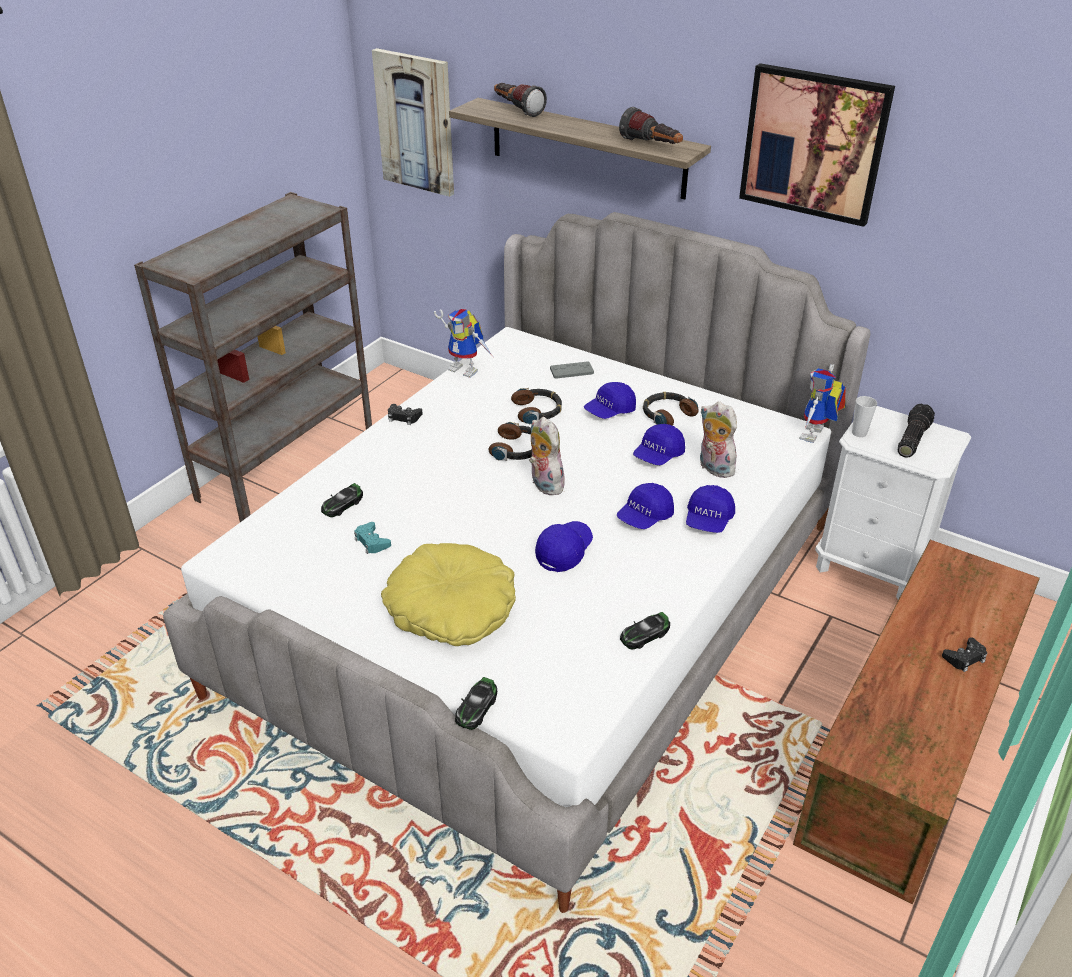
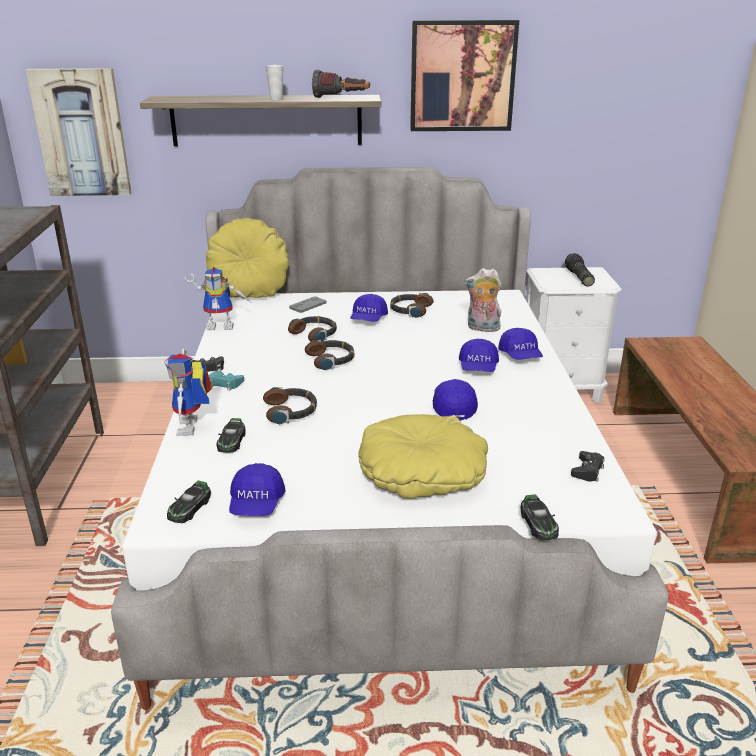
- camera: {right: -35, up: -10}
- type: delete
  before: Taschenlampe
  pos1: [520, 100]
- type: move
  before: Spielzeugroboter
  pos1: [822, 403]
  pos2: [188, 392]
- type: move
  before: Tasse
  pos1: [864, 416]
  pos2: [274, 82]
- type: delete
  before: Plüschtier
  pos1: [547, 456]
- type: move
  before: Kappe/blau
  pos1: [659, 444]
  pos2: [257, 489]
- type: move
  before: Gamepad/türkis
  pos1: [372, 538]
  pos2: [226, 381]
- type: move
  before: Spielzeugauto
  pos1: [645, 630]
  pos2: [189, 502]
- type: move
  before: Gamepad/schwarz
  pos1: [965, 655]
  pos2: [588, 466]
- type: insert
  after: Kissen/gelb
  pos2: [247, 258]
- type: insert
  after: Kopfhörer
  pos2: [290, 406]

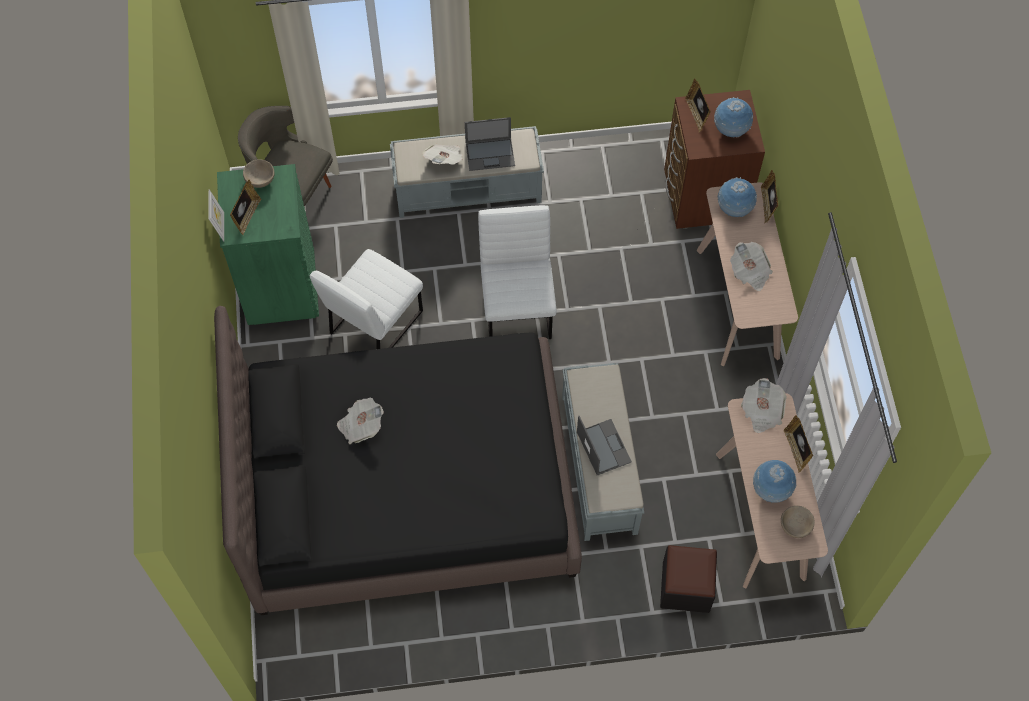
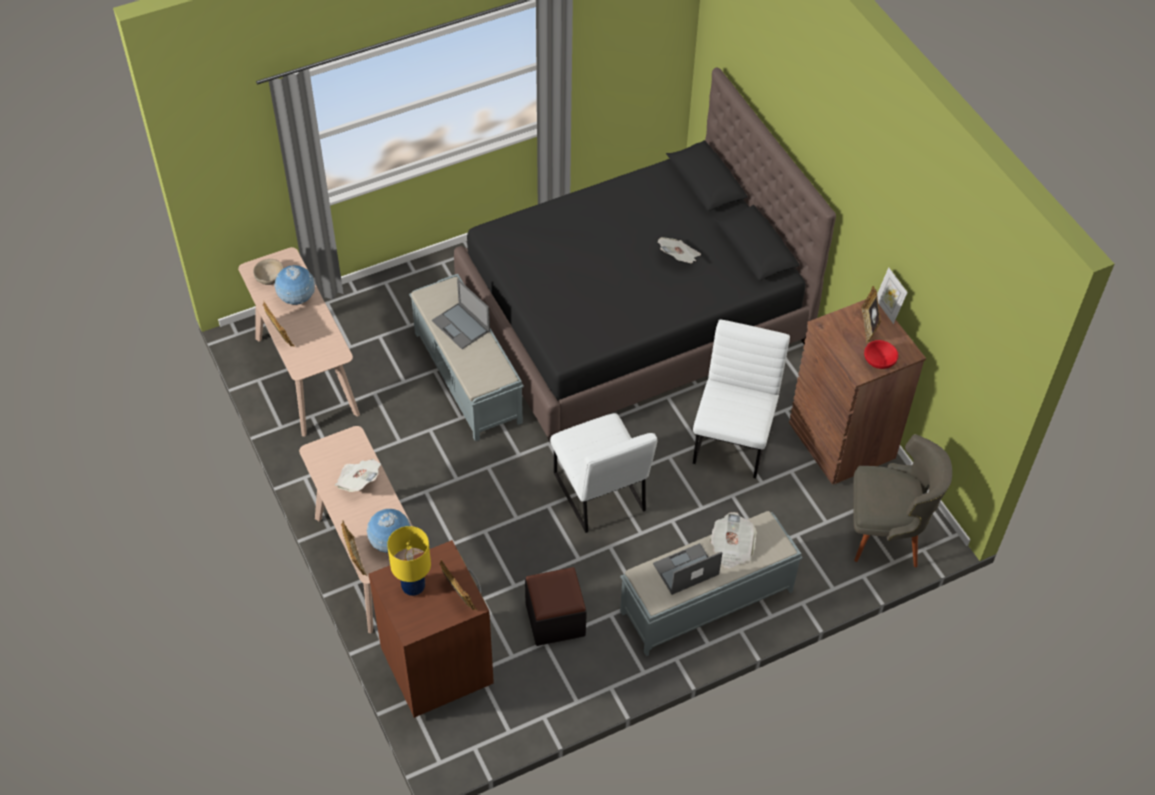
- camera: {right: 160, up: -10}
- type: replace
  before: Globus
  after: Tischlampe/gelb
  pos1: [733, 117]
  pos2: [409, 561]
- type: recolor
  before: Schüssel/beige
  after: Schüssel/rot
  pos1: [259, 174]
  pos2: [881, 354]
- type: recolor
  before: Kommode/grün
  after: Kommode/braun
  pos1: [268, 244]
  pos2: [857, 392]
- type: delete
  before: Zeitung
  pos1: [764, 405]
- type: move
  before: Polsterhocker/schwarz
  pos1: [688, 579]
  pos2: [556, 606]

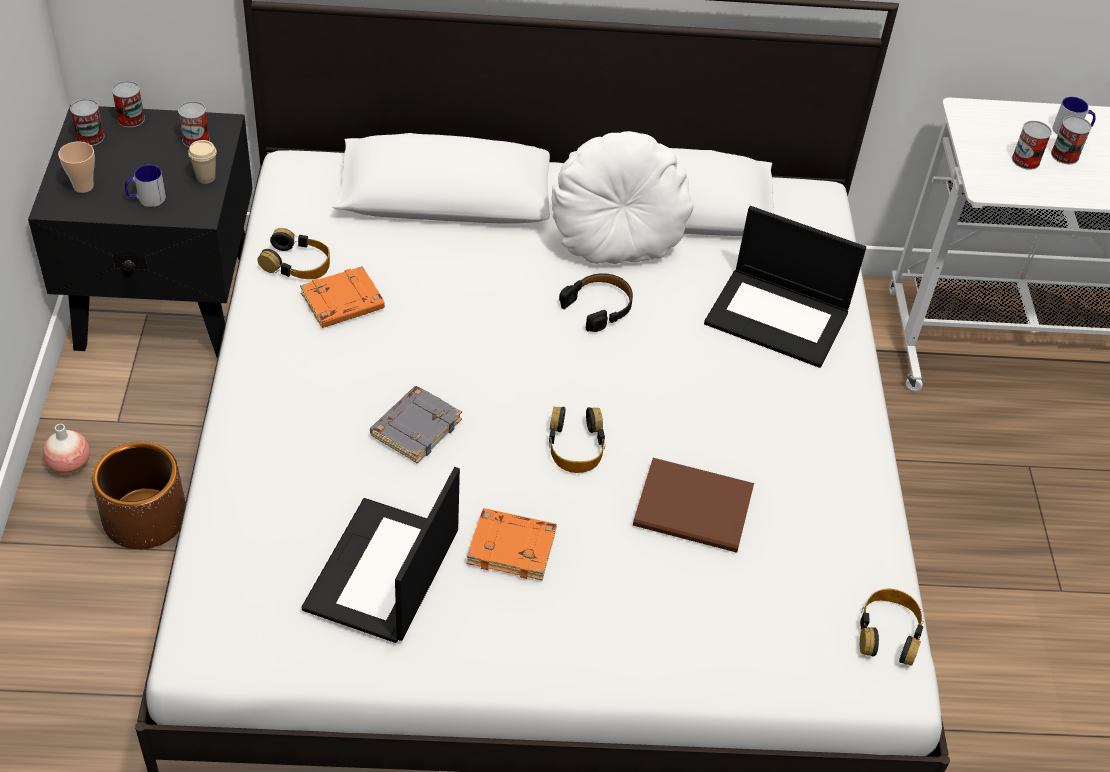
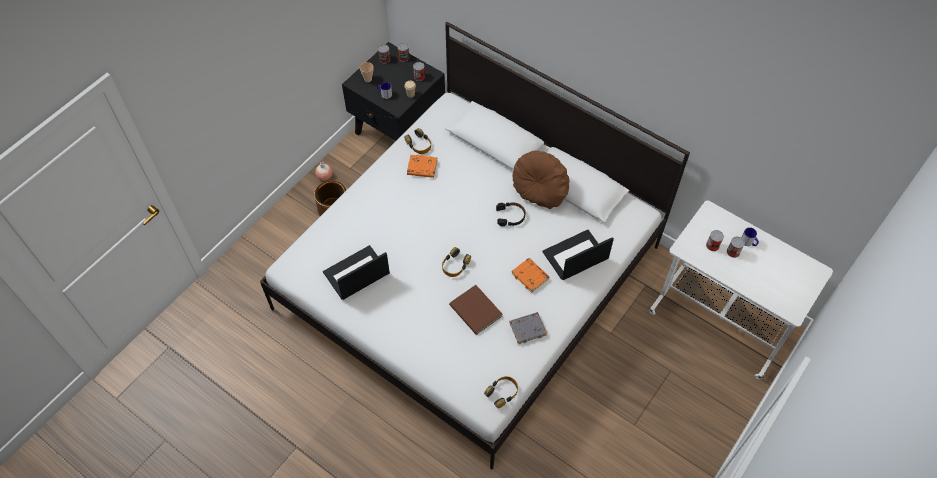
- camera: {right: 40, up: 10}
- type: recolor
  before: Kissen/weiß
  after: Kissen/braun
  pos1: [623, 197]
  pos2: [541, 180]
- type: rotate
  before: Laptop
  pos1: [785, 287]
  pos2: [578, 255]
  turn: 90
- type: move
  before: Buch/grau
  pos1: [416, 425]
  pos2: [528, 328]
- type: move
  before: Buch/orange
  pos1: [512, 544]
  pos2: [530, 275]

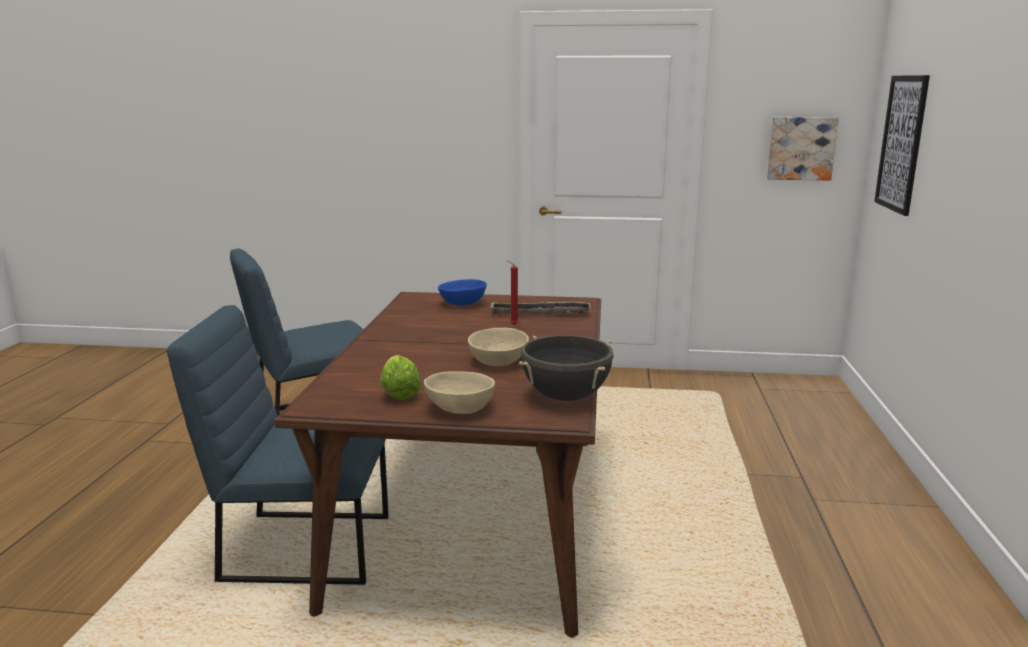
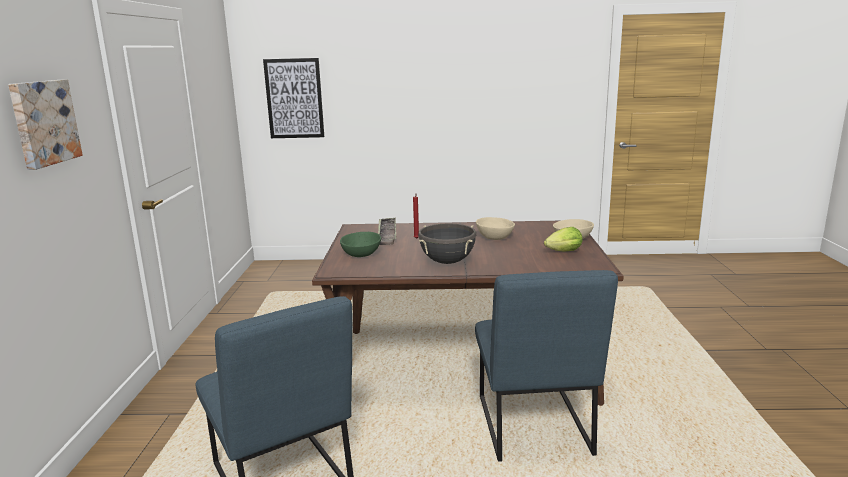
- camera: {right: -95, up: 0}
- type: move
  before: Bild
  pos1: [803, 149]
  pos2: [45, 124]
- type: recolor
  before: Schüssel/blau
  after: Schüssel/grün
  pos1: [462, 292]
  pos2: [360, 244]
- type: move
  before: Kochtopf/schwarz
  pos1: [566, 368]
  pos2: [447, 243]

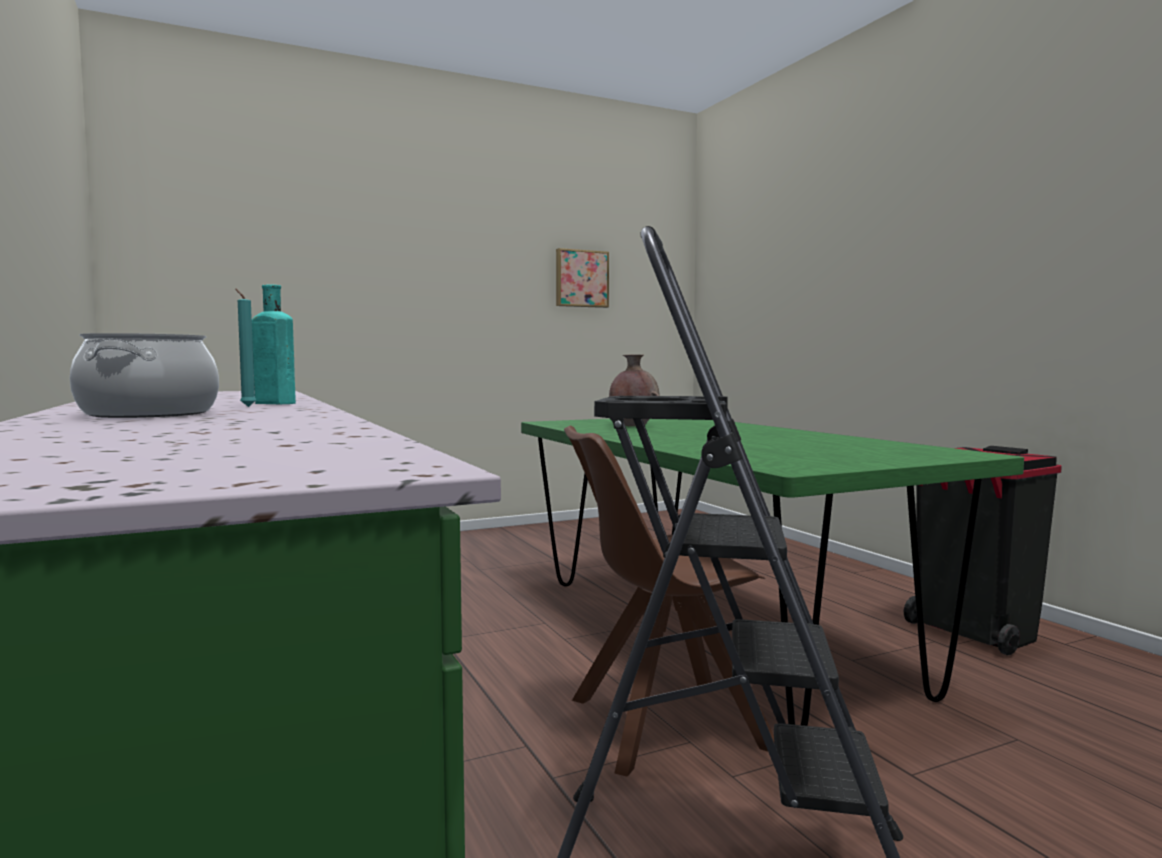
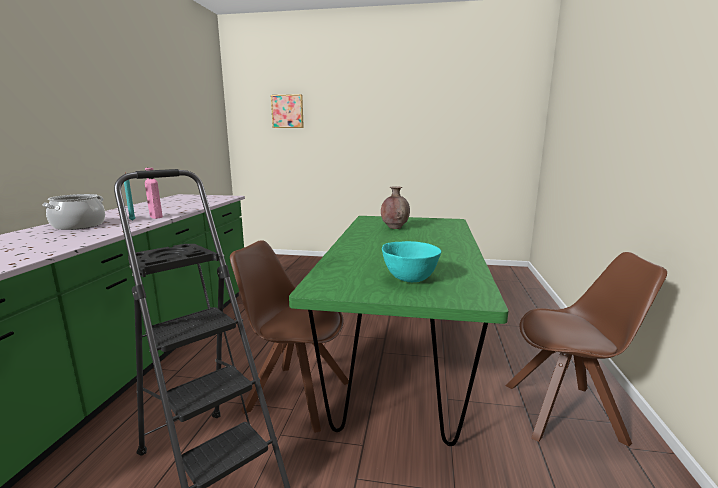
- camera: {right: 35, up: 10}
- type: move
  before: Bild
  pos1: [582, 278]
  pos2: [287, 111]
- type: recolor
  before: Flasche/türkis
  after: Flasche/rosa
  pos1: [274, 344]
  pos2: [154, 193]
- type: replace
  before: Mülleimer/schwarz
  after: Stuhl/braun
  pos1: [983, 550]
  pos2: [586, 349]
- type: insert
  after: Schüssel/türkis
  pos2: [411, 261]

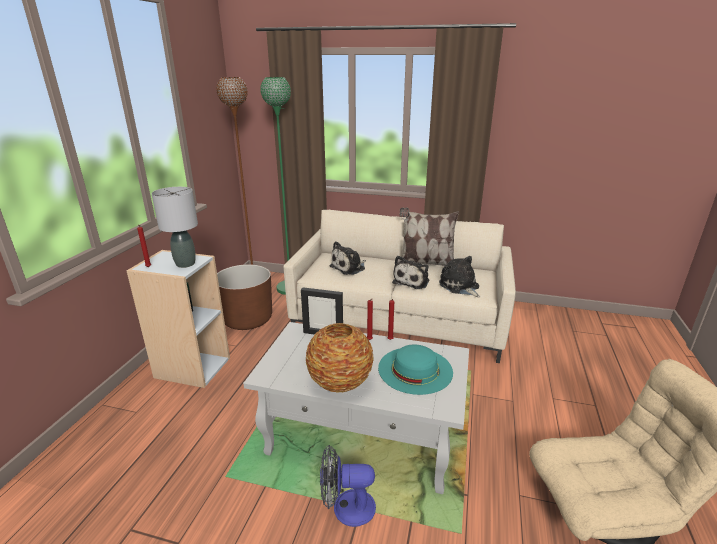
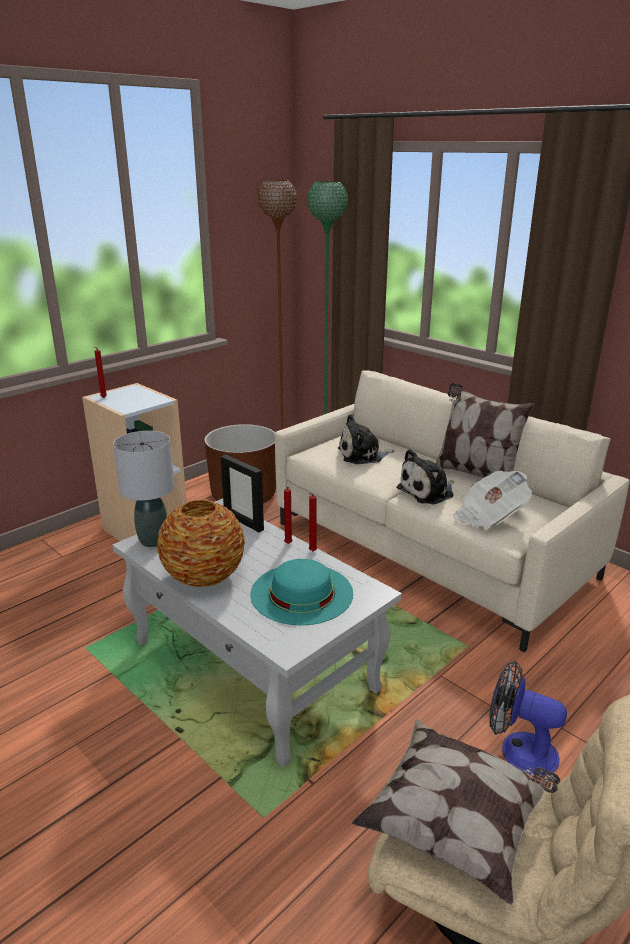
- camera: {right: 30, up: 0}
- type: move
  before: Tischlampe/grau
  pos1: [174, 227]
  pos2: [144, 489]
- type: replace
  before: Plüschtier
  after: Zeitung
  pos1: [459, 276]
  pos2: [492, 500]
- type: move
  before: Ventilator
  pos1: [348, 486]
  pos2: [528, 718]
- type: insert
  after: Kissen
  pos2: [456, 812]

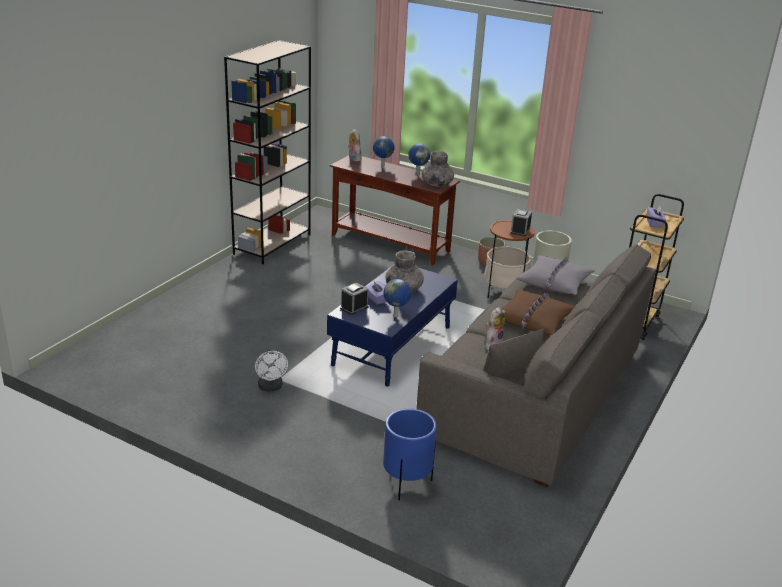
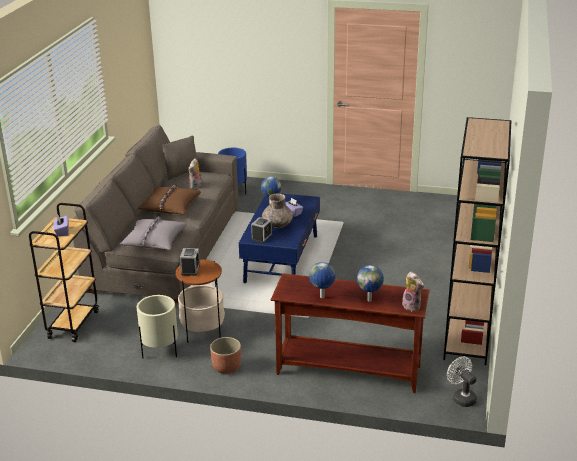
- camera: {right: 165, up: 0}
- type: delete
  before: Vase/grau
  pos1: [438, 168]
- type: move
  before: Wecker
  pos1: [354, 298]
  pos2: [261, 230]
- type: move
  before: Ventilator/weiß
  pos1: [271, 371]
  pos2: [462, 382]

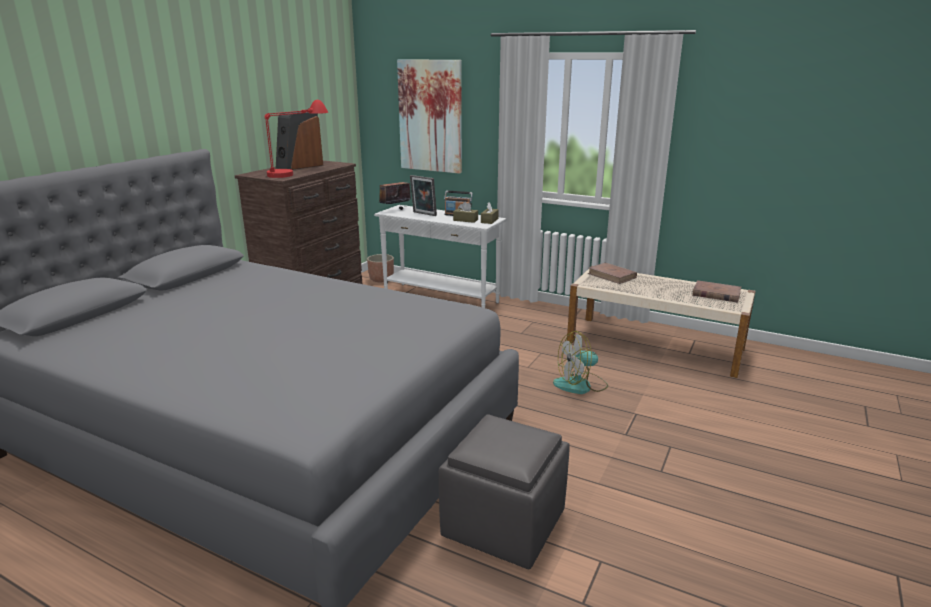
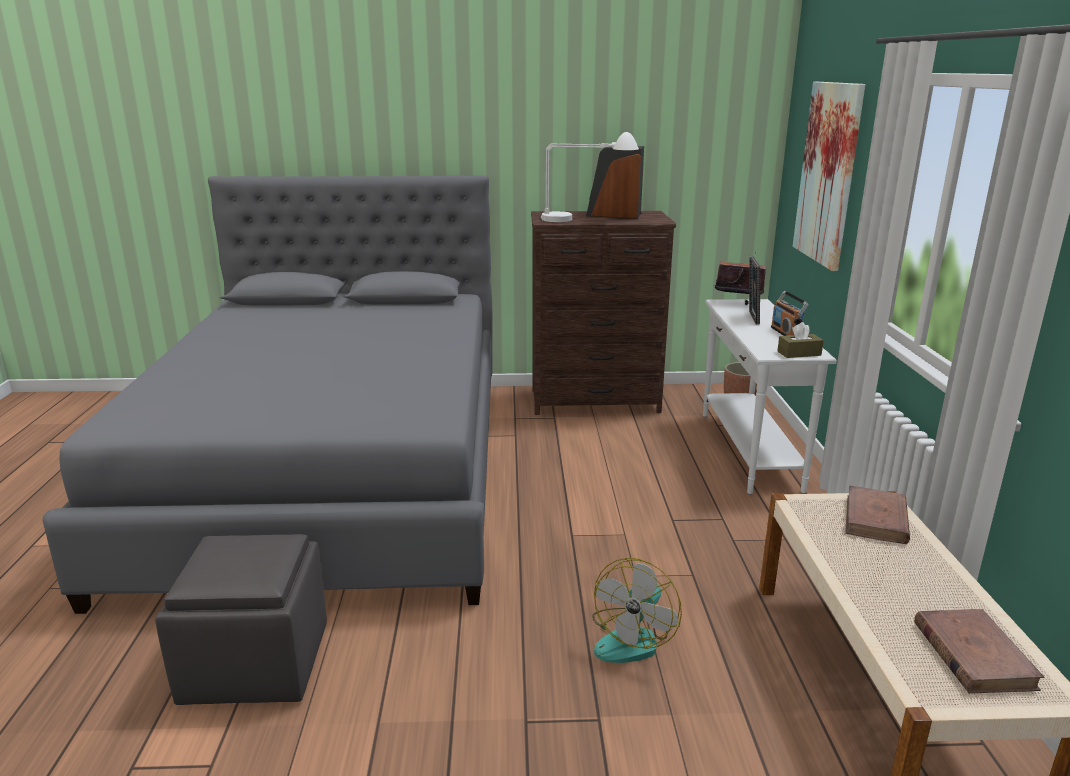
- camera: {right: 60, up: 0}
- type: recolor
  before: Tischlampe/rot
  after: Tischlampe/weiß
  pos1: [296, 139]
  pos2: [590, 177]
- type: delete
  before: Taschentuchbox/braun
  pos1: [465, 212]
- type: rotate
  before: Ventilator
  pos1: [580, 362]
  pos2: [637, 610]
  turn: -105

